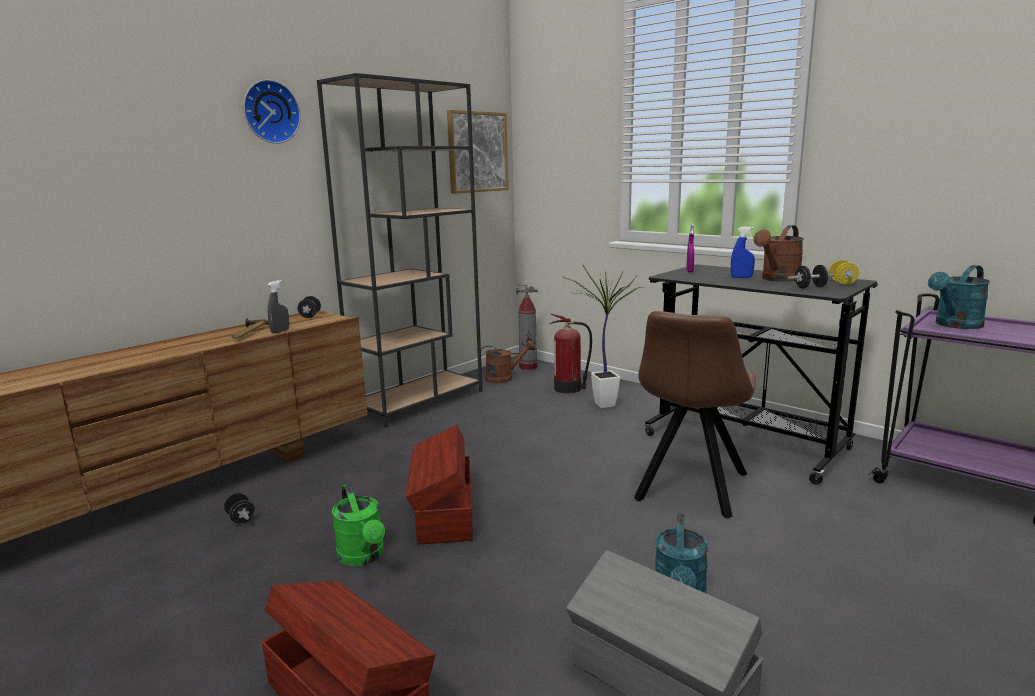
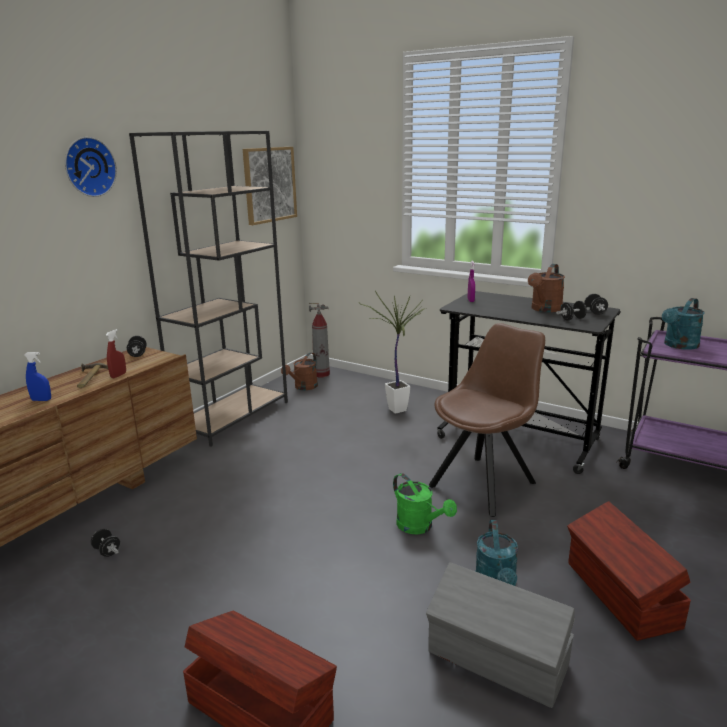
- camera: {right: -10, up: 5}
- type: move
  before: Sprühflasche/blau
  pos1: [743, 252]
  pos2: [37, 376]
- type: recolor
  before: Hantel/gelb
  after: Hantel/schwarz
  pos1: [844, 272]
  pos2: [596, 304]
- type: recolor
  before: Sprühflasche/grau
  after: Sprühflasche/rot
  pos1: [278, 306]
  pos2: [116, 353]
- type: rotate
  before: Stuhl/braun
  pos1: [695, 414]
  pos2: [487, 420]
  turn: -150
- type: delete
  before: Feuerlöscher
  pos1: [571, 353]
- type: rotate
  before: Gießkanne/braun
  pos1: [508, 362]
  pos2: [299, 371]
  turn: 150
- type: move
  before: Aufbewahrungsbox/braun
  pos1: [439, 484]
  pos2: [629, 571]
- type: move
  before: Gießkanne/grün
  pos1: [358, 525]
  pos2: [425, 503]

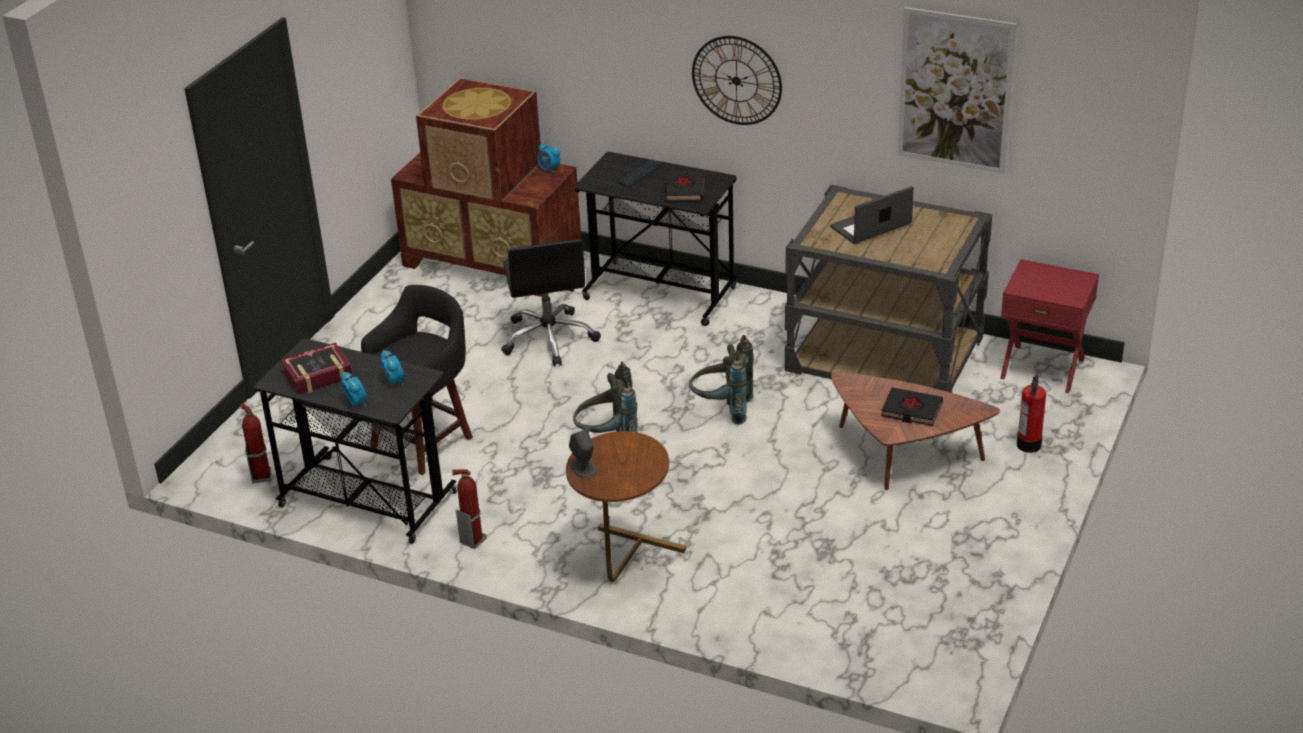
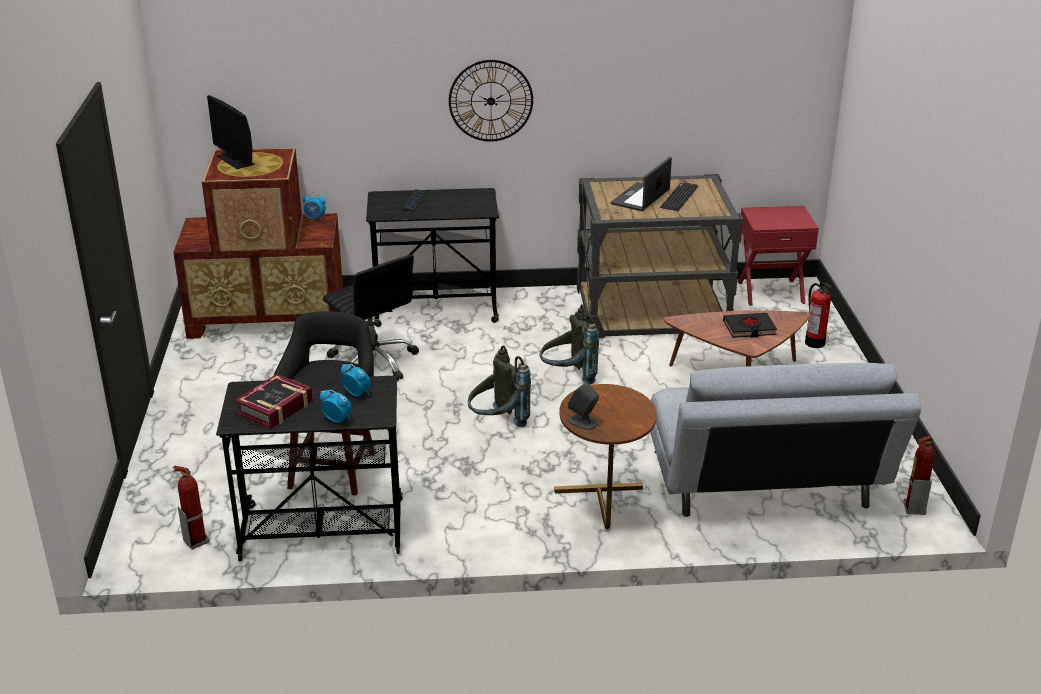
- camera: {right: -30, up: -5}
- type: delete
  before: Bild
  pos1: [957, 90]
- type: delete
  before: Buch/schwarz
  pos1: [684, 186]
- type: move
  before: Feuerlöscher
  pos1: [469, 509]
  pos2: [919, 475]
- type: insert
  after: Monitor
  pos2: [231, 132]
- type: insert
  after: Tastatur
  pos2: [679, 196]
- type: insert
  after: Sofa/grau
  pos2: [785, 440]

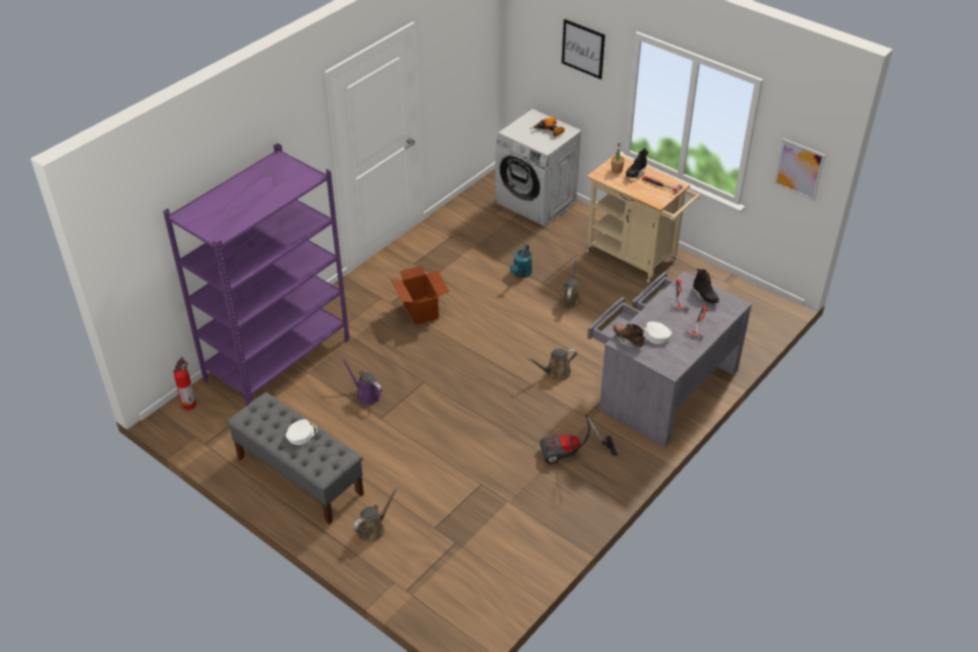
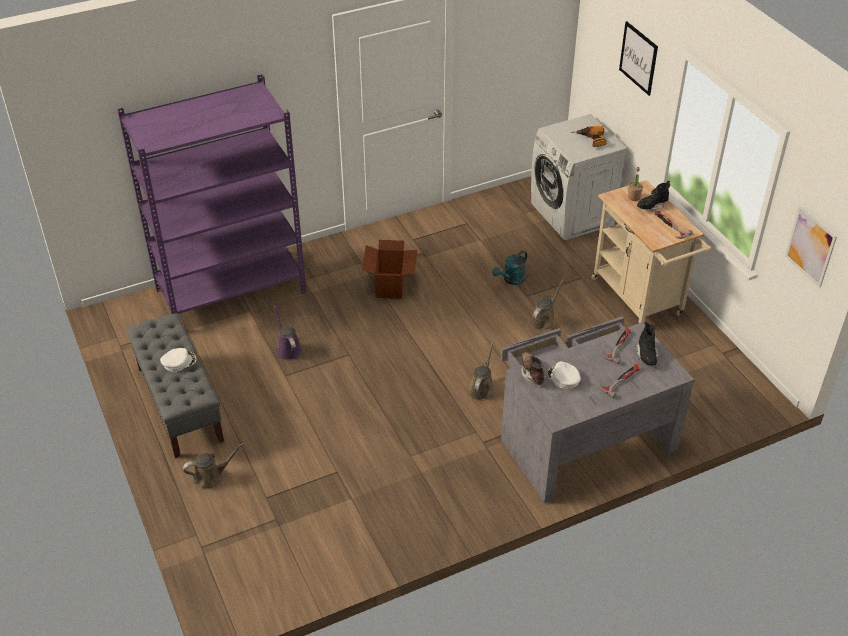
- camera: {right: 25, up: 0}
- type: rotate
  before: Gießkanne/braun
  pos1: [552, 364]
  pos2: [481, 371]
  turn: 105
- type: delete
  before: Feuerlöscher
  pos1: [184, 383]
- type: delete
  before: Staubsauger
  pos1: [579, 439]

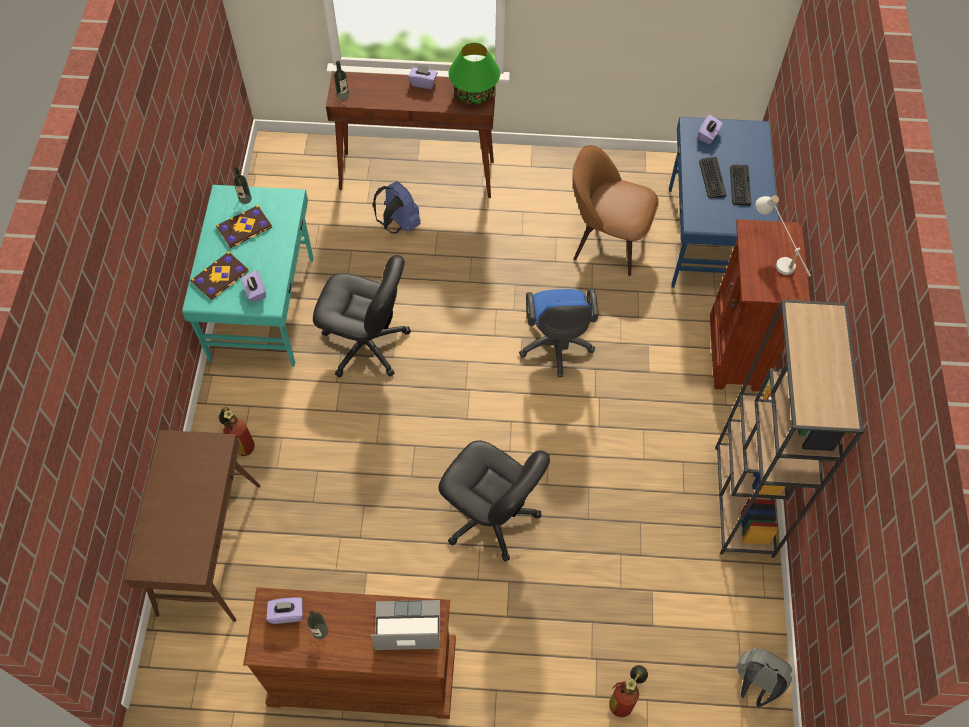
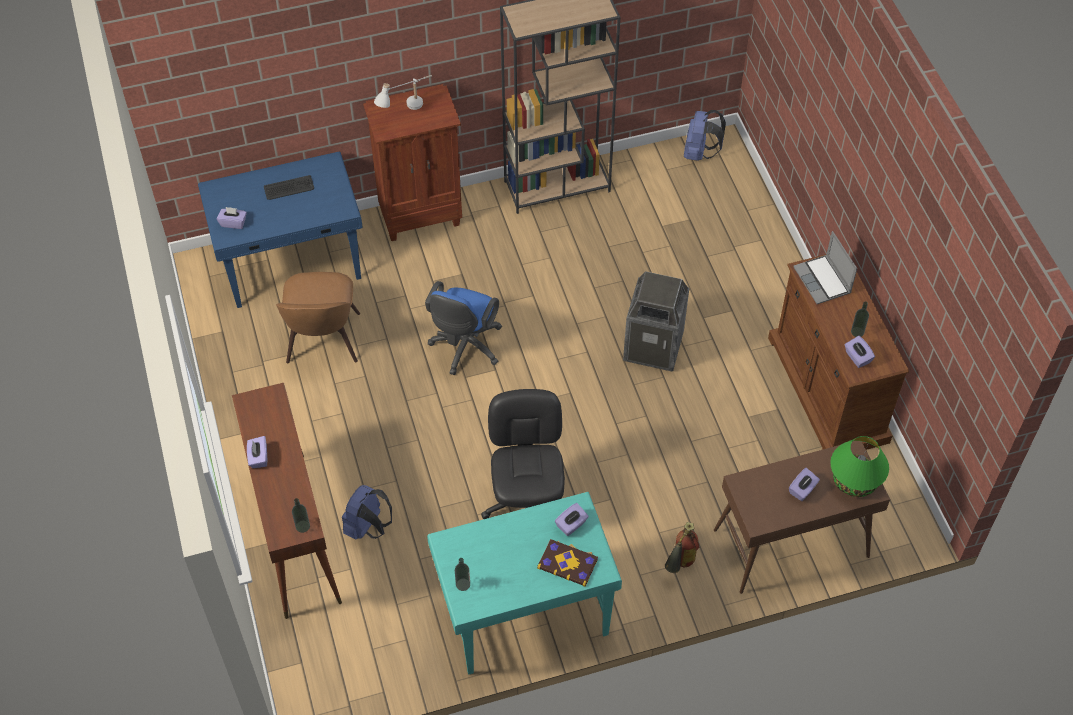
- camera: {right: -110, up: -5}
- type: move
  before: Tischlampe/grün
  pos1: [474, 73]
  pos2: [860, 466]
- type: delete
  before: Tastatur
  pos1: [713, 177]
- type: delete
  before: Buch
  pos1: [244, 226]
- type: rotate
  before: Bürostuhl/blau
  pos1: [559, 332]
  pos2: [463, 328]
  turn: 135
- type: replace
  before: Bürostuhl/schwarz
  after: Mülleimer
  pos1: [494, 500]
  pos2: [656, 321]
- type: recolor
  before: Rucksack/grau
  after: Rucksack/blau
  pos1: [764, 677]
  pos2: [705, 135]
- type: delete
  before: Feuerlöscher
  pos1: [628, 691]
- type: insert
  after: Taschentuchbox/lila
  pos2: [804, 484]

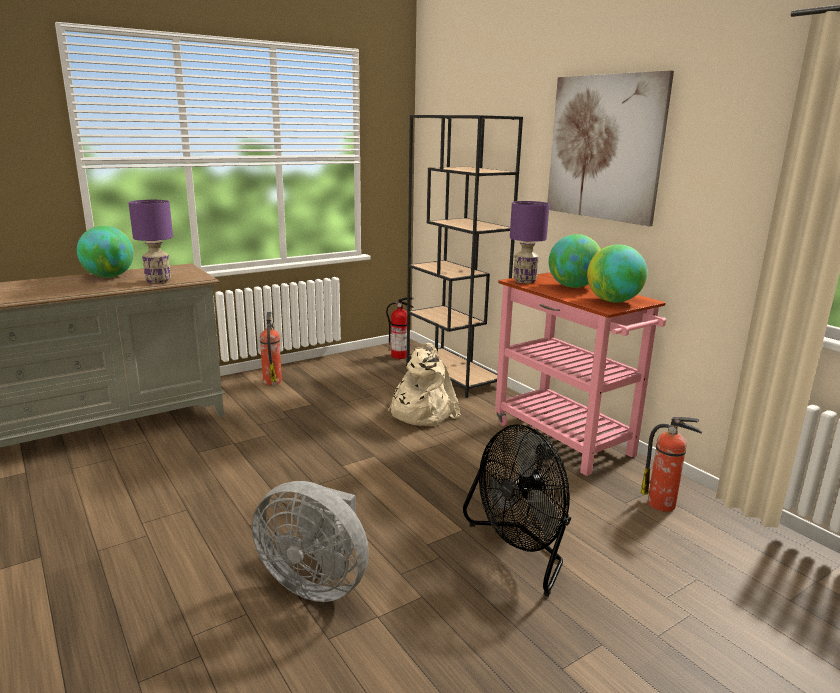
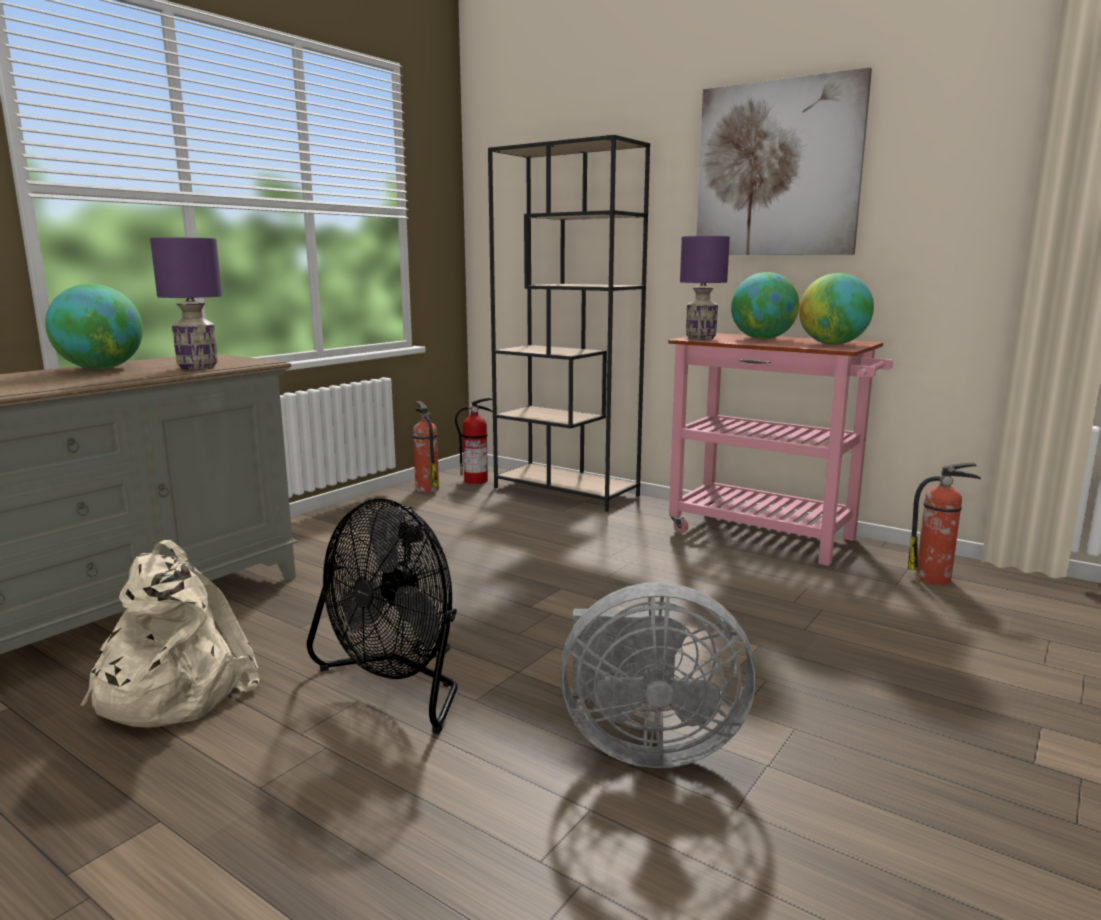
- camera: {right: -20, up: -5}
- type: move
  before: Feuerlöscher
  pos1: [271, 348]
  pos2: [426, 447]
- type: move
  before: Rucksack/beige
  pos1: [424, 384]
  pos2: [170, 634]
- type: move
  before: Ventilator/schwarz
  pos1: [517, 510]
  pos2: [382, 616]

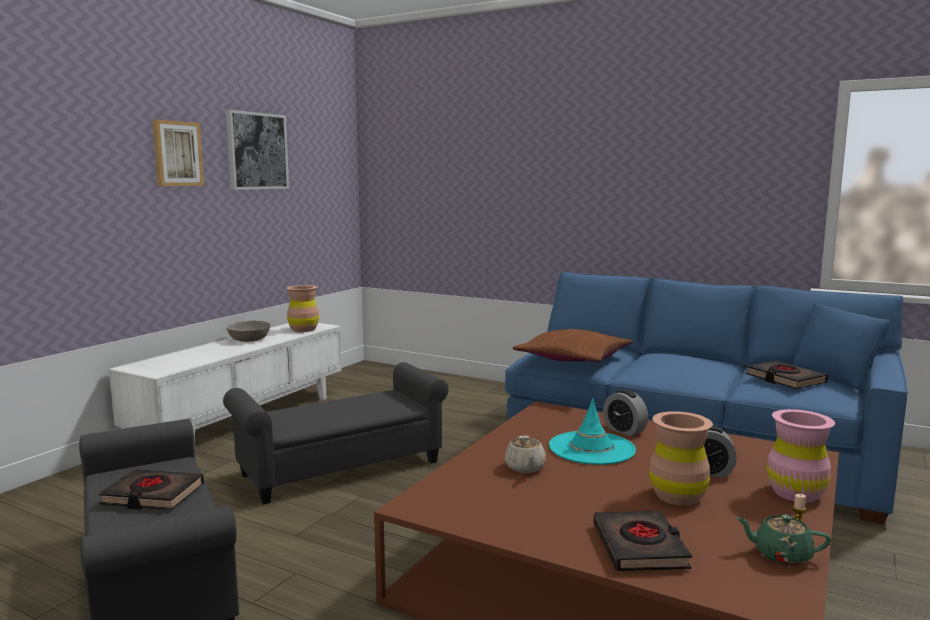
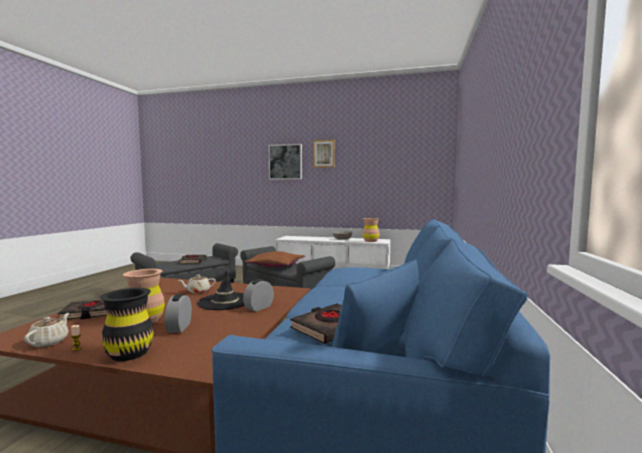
- camera: {right: 75, up: -5}
- type: move
  before: Bild
  pos1: [257, 150]
  pos2: [285, 162]
- type: move
  before: Kissen/braun
  pos1: [572, 345]
  pos2: [274, 259]
- type: recolor
  before: Hut/türkis
  after: Hut/schwarz
  pos1: [592, 431]
  pos2: [221, 290]
- type: recolor
  before: Vase/rosa
  after: Vase/schwarz
  pos1: [801, 456]
  pos2: [127, 324]
- type: recolor
  before: Teekanne/grün
  after: Teekanne/beige
  pos1: [783, 540]
  pos2: [46, 330]

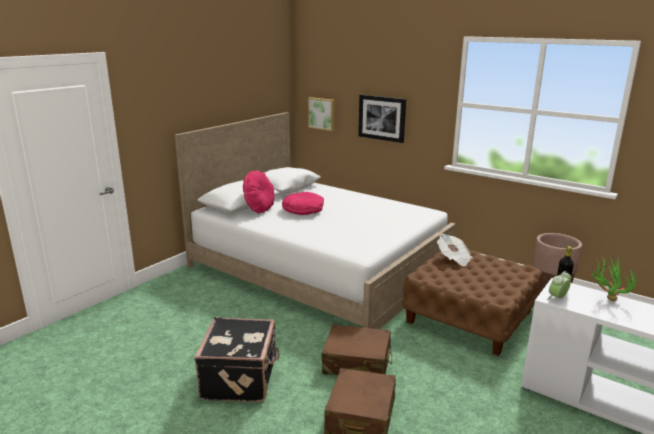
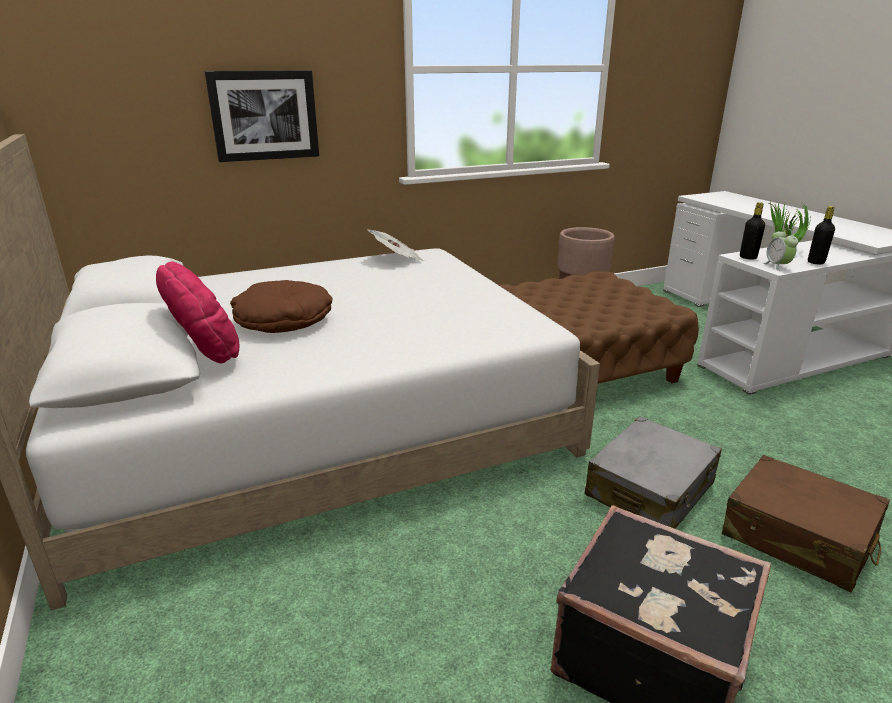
- camera: {right: -60, up: 5}
- type: delete
  before: Bild
  pos1: [321, 114]
- type: recolor
  before: Kissen/rosa
  after: Kissen/braun
  pos1: [303, 203]
  pos2: [281, 306]
- type: move
  before: Zeitung
  pos1: [455, 250]
  pos2: [395, 245]
- type: recolor
  before: Koffer/braun
  after: Koffer/grau
  pos1: [356, 350]
  pos2: [653, 472]
- type: insert
  after: Flasche/schwarz
  pos2: [821, 235]

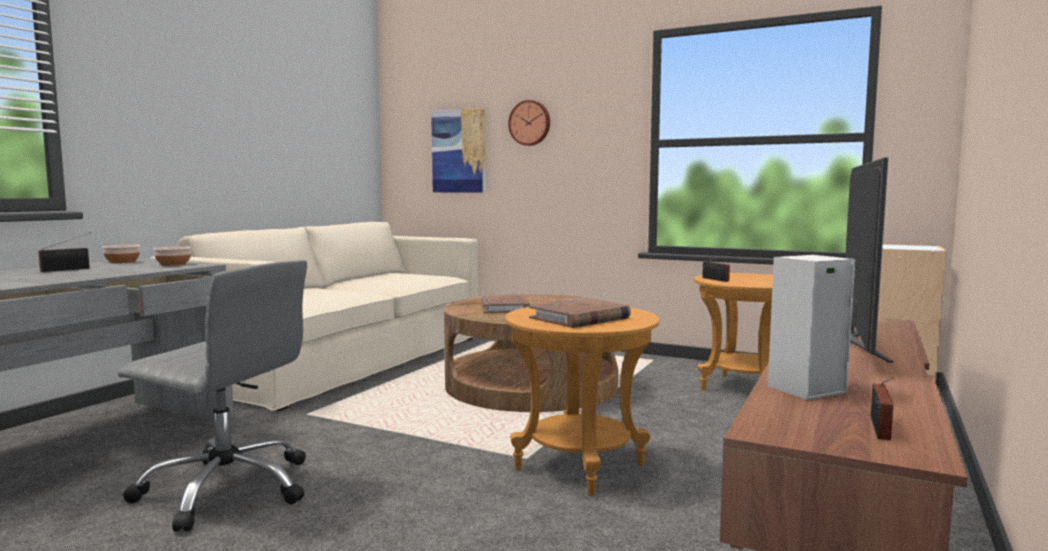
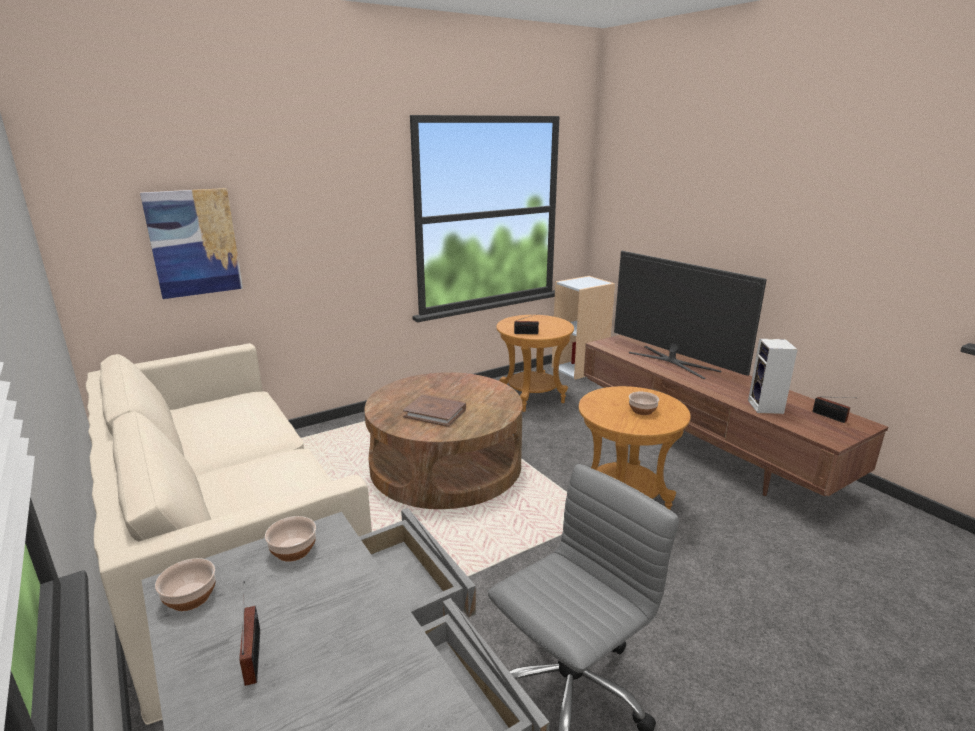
- camera: {right: -60, up: 15}
- type: delete
  before: Wanduhr
  pos1: [529, 123]
- type: replace
  before: Buch/braun
  after: Schüssel
  pos1: [580, 313]
  pos2: [644, 403]

